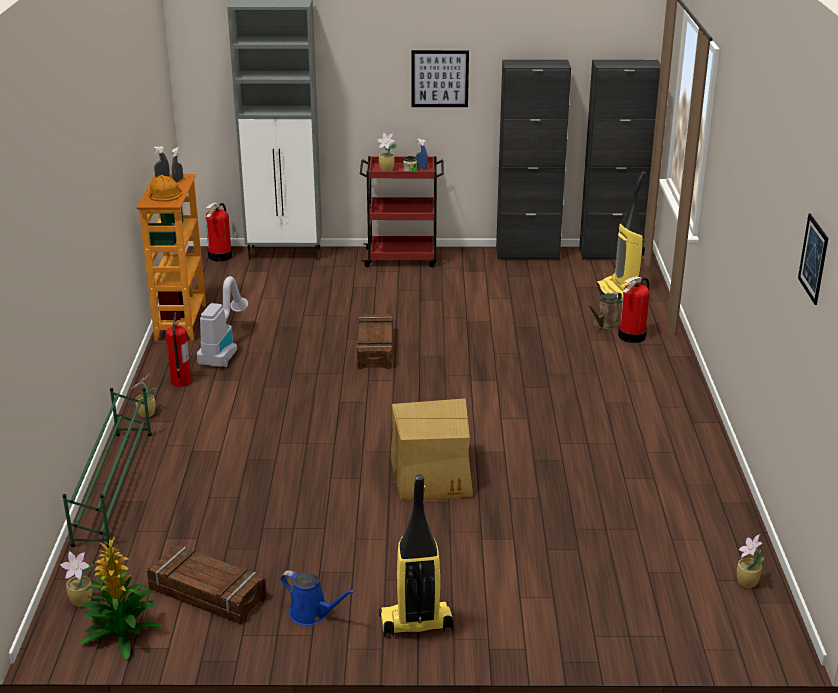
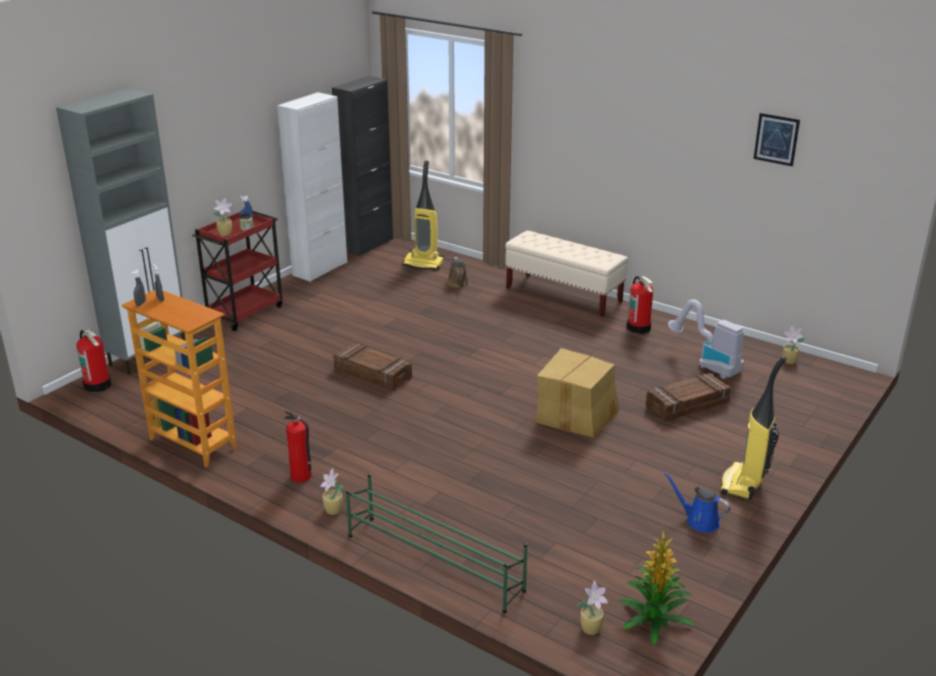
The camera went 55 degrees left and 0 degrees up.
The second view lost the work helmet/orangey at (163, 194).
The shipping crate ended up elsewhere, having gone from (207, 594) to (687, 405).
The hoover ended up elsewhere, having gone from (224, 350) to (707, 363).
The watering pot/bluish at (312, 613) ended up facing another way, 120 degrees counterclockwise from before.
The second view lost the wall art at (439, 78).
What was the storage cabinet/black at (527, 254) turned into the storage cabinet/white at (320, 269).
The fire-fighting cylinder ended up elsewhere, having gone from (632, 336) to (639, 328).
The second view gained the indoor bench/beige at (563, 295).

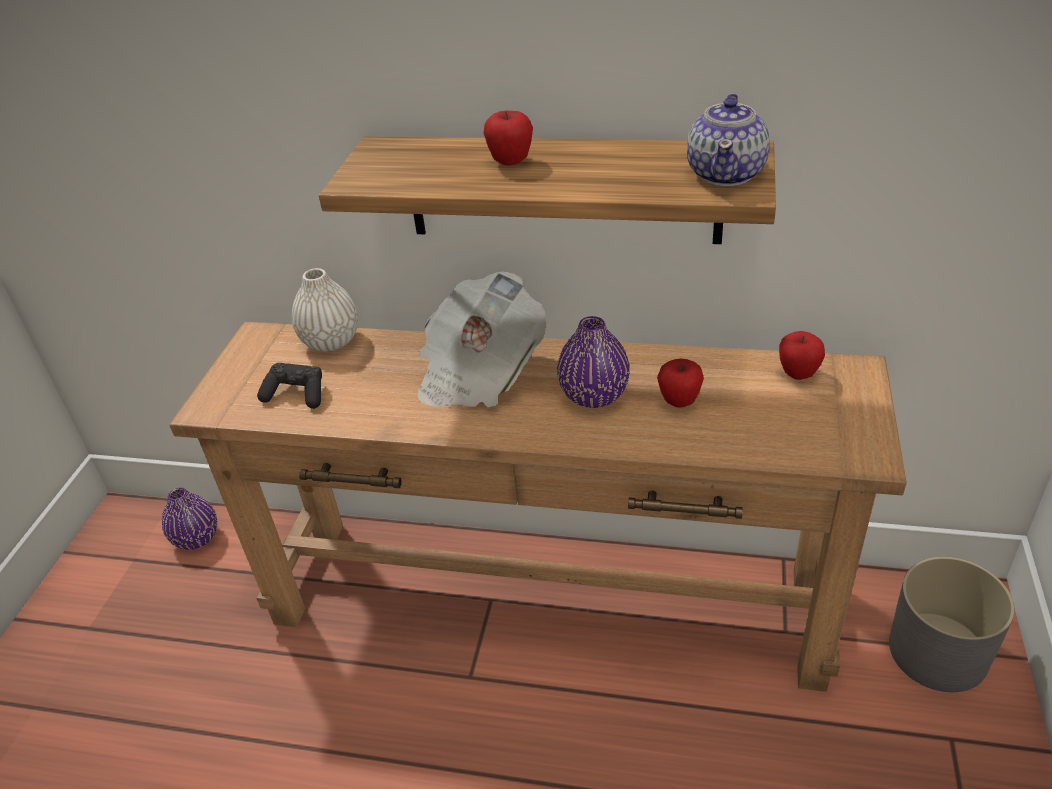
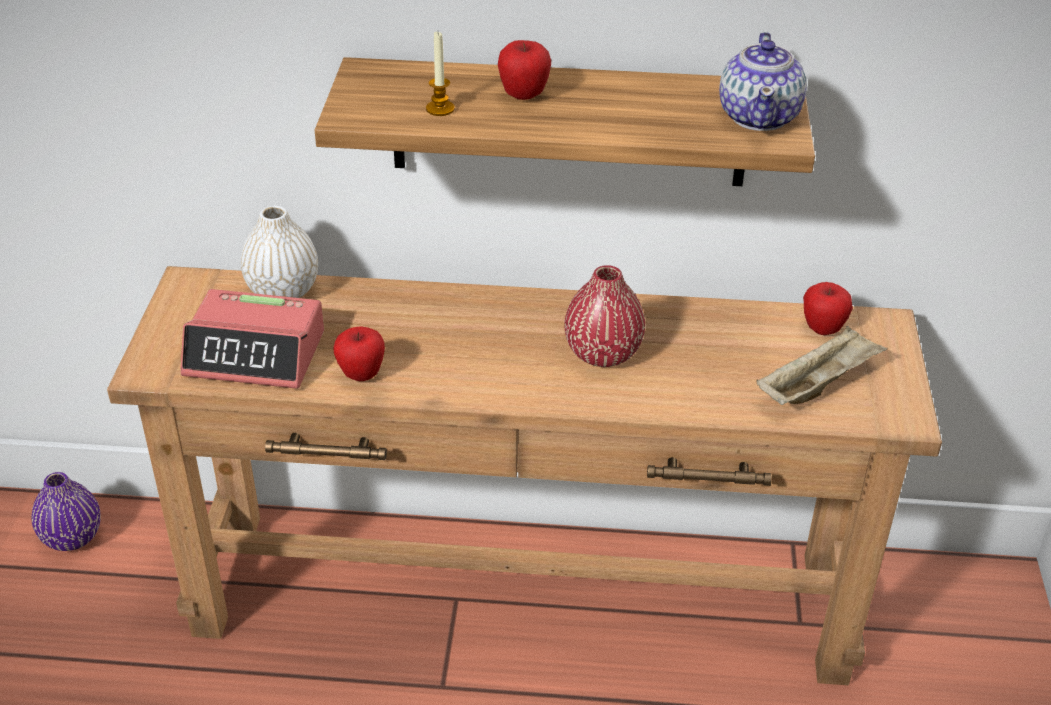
The camera went 10 degrees left and 0 degrees up.
Where the gamepad/black stood at (296, 394), the alarm clock came to stand at (256, 353).
The second view lost the newspaper at (478, 372).
What was the vase/purple at (594, 395) turned into the vase/reddish at (603, 353).
The apple fruit ended up elsewhere, having gone from (679, 401) to (361, 375).
The second view lost the plant pot/gray at (939, 652).
The second view gained the wax candle at (440, 109).
The second view gained the tray/beige at (817, 385).

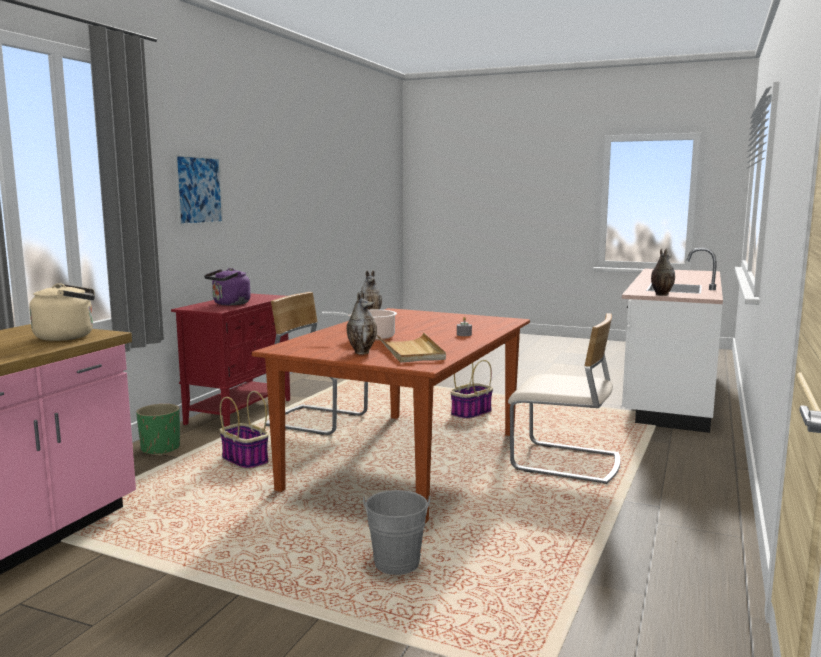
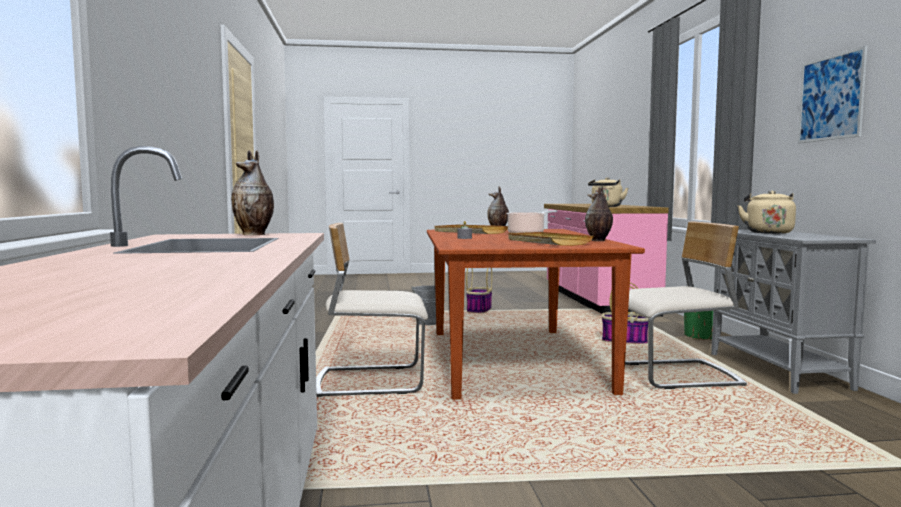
The camera went 150 degrees right and 5 degrees down.
What was the storage cabinet/reddish at (240, 411) turned into the storage cabinet/gray at (778, 371).
What was the kettle/purple at (230, 304) turned into the kettle/beige at (767, 232).
The household basket ended up elsewhere, having gone from (471, 414) to (479, 310).
The second view gained the tray/beige at (547, 242).

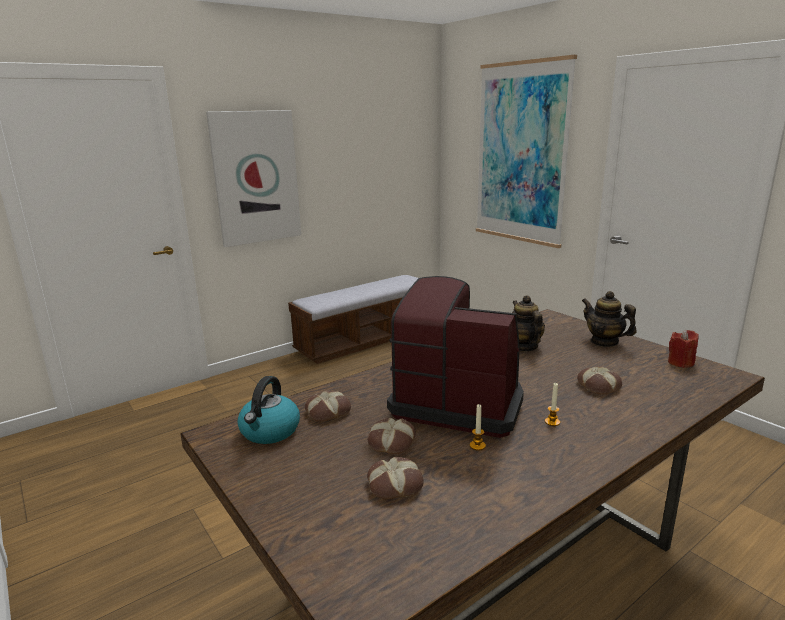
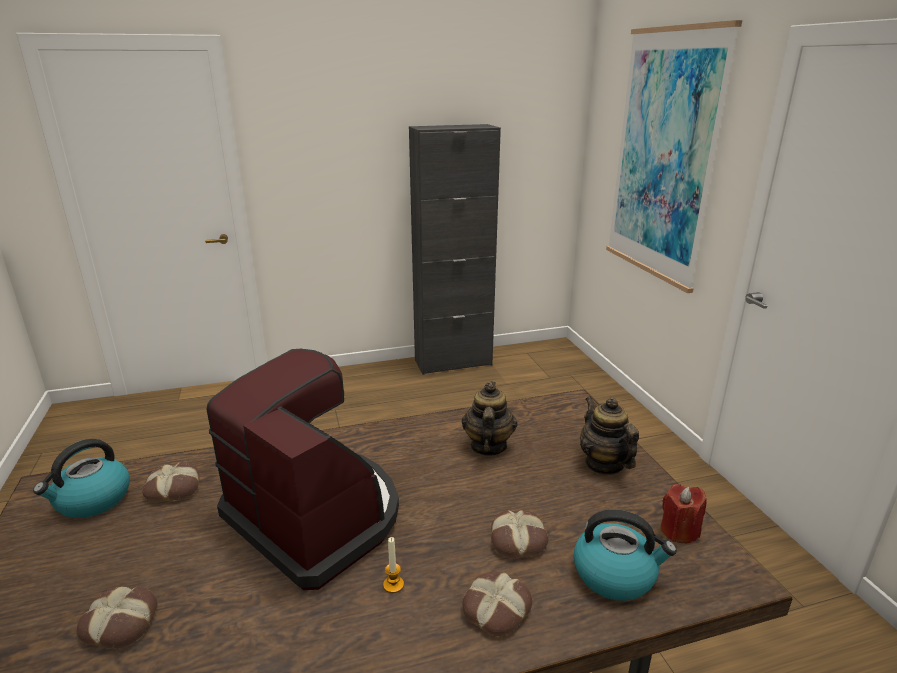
The camera went 20 degrees right and 5 degrees up.
The second view lost the wall art at (256, 178).
Where the indoor bench stood at (365, 340), the storage cabinet/black came to stand at (453, 362).
The baked bread ended up elsewhere, having gone from (391, 442) to (495, 608).
The second view lost the wax candle at (477, 446).
The second view gained the kettle at (615, 574).

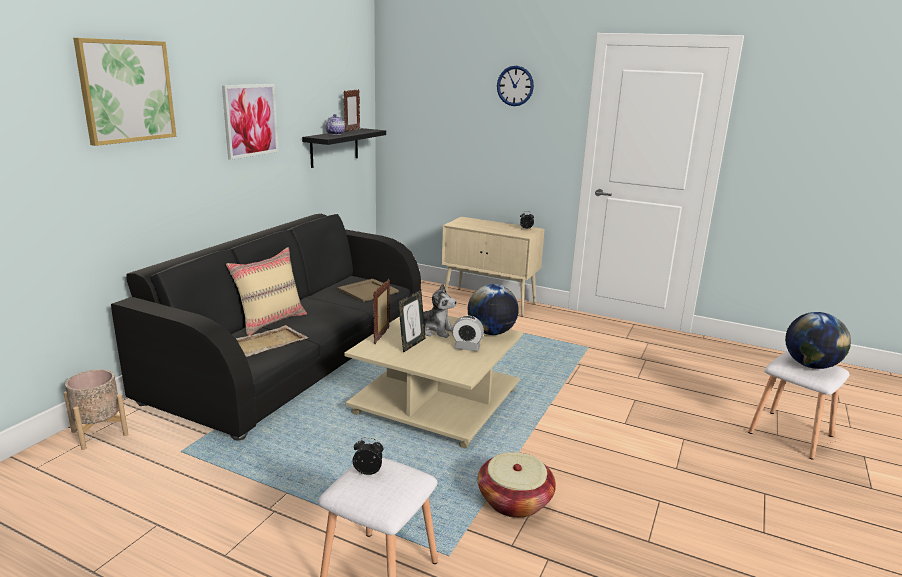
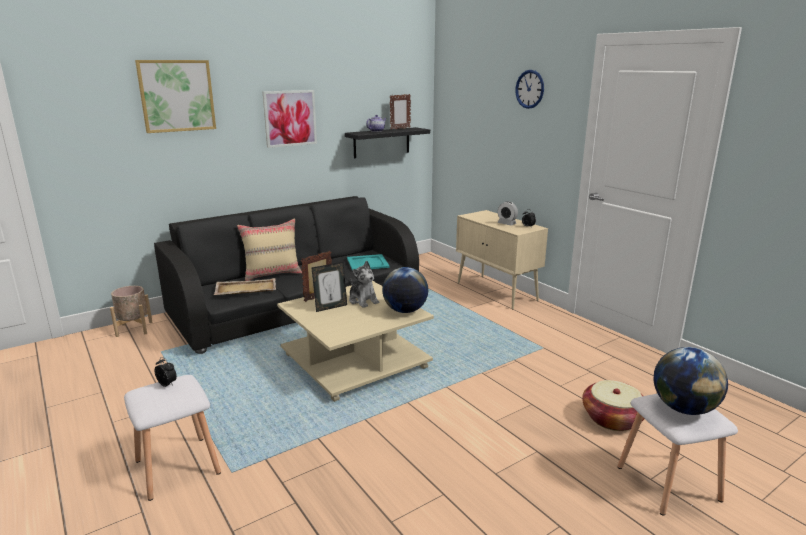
The camera went 30 degrees right and 0 degrees up.
What was the tray/beige at (368, 290) turned into the tray/blue-green at (368, 262).
The alarm clock ended up elsewhere, having gone from (467, 348) to (506, 223).
The household basket ended up elsewhere, having gone from (514, 501) to (612, 419).

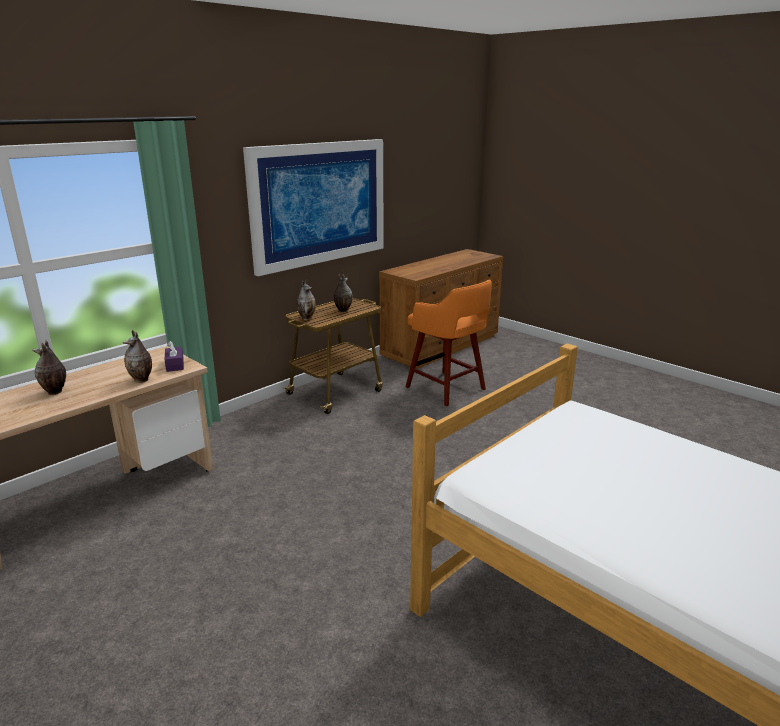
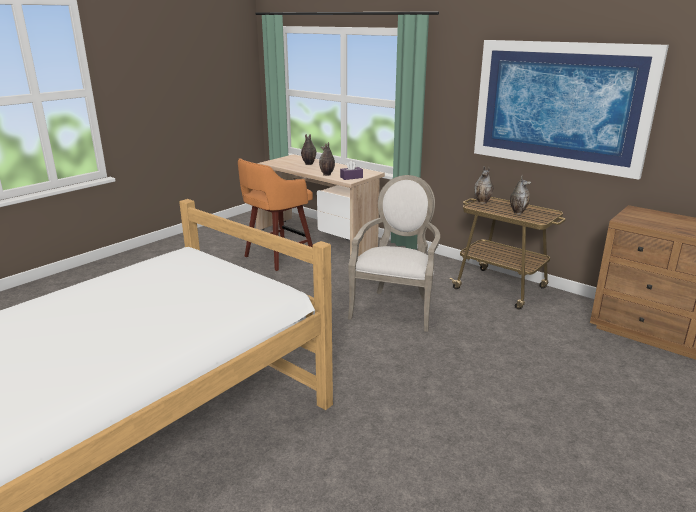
The camera went 85 degrees right and 0 degrees up.
The sitting stool/orangey ended up elsewhere, having gone from (447, 389) to (277, 257).
The second view gained the armchair at (396, 308).

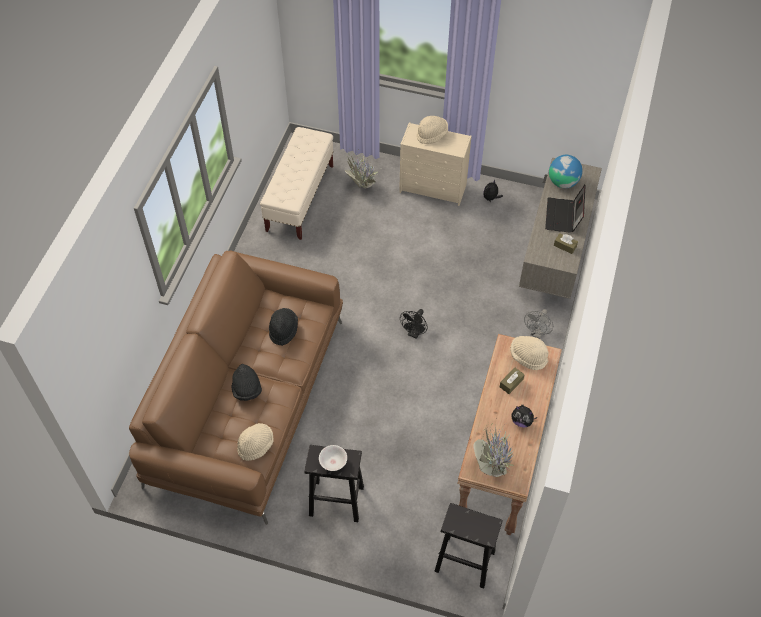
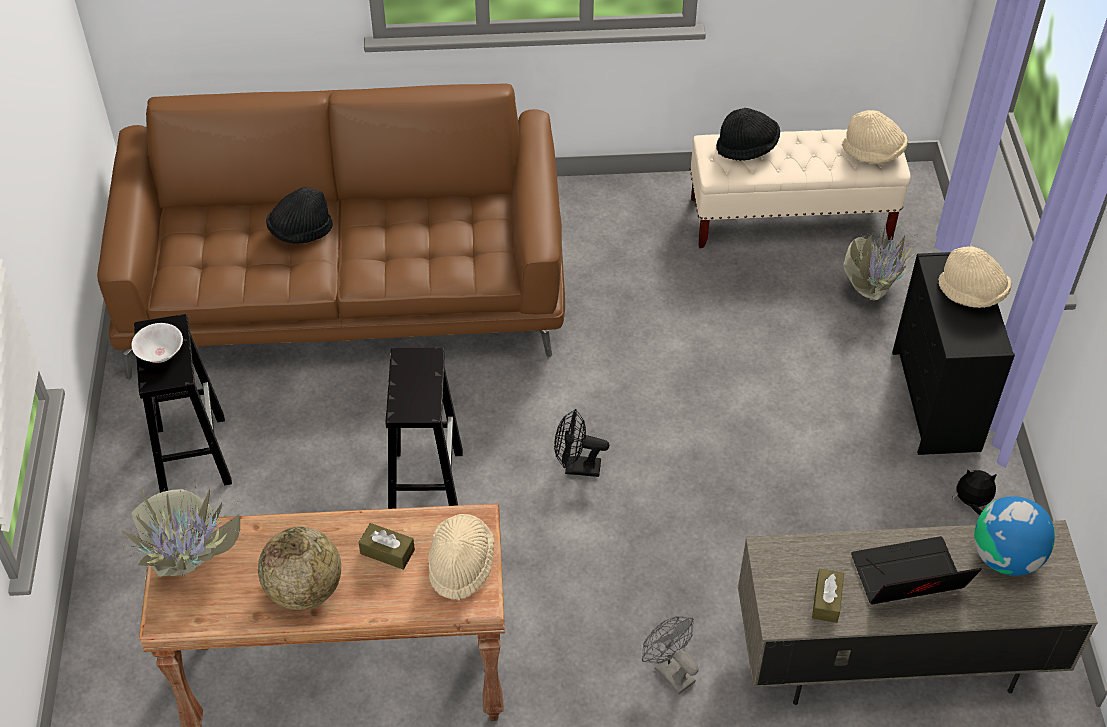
The camera went 70 degrees right and 5 degrees down.
The hat/beige ended up elsewhere, having gone from (256, 445) to (873, 153).
The hat/black ended up elsewhere, having gone from (283, 330) to (747, 147).
What was the dresser/beige at (433, 188) turned into the dresser/black at (936, 402).
The sitting stool/black ended up elsewhere, having gone from (463, 561) to (425, 484).
Where the cuddly toy stood at (521, 421), the globe came to stand at (304, 590).
The cooling fan/gray at (537, 333) ended up facing another way, 45 degrees clockwise from before.

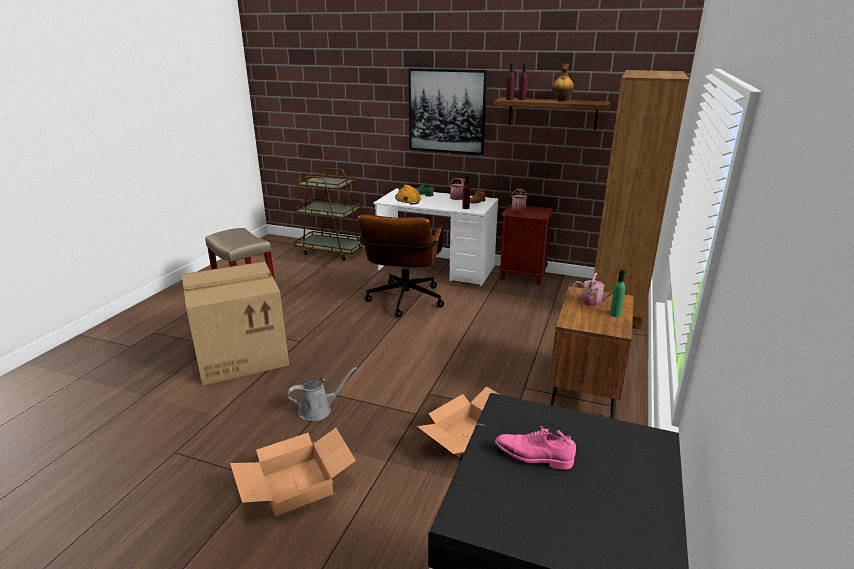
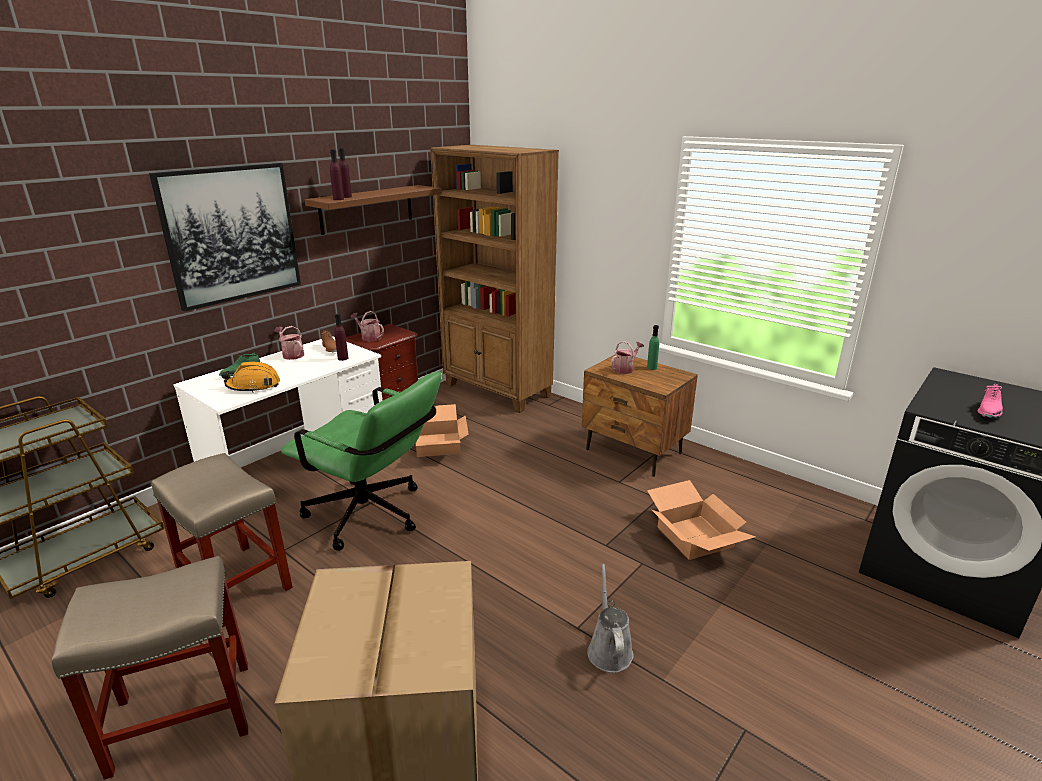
The camera went 70 degrees left and 0 degrees up.
The carton ended up elsewhere, having gone from (297, 484) to (437, 444).
What was the office chair/brown-coloured at (404, 302) turned into the office chair/green-coloured at (373, 517).
The second view lost the bottle at (561, 100).
The second view gained the sitting stool/beige at (236, 584).

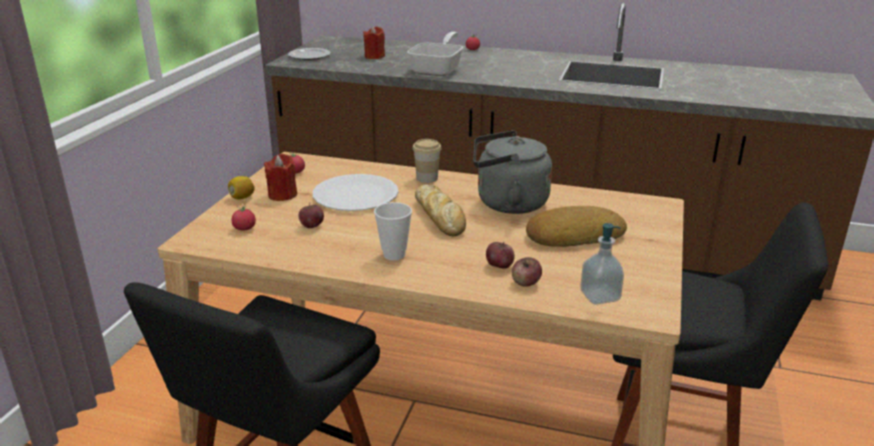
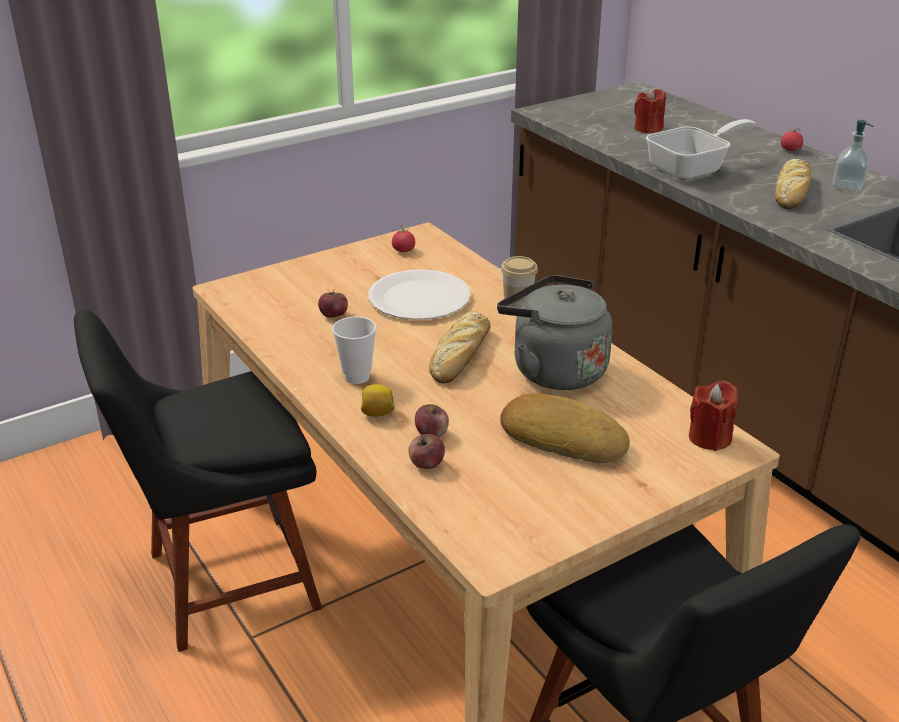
The camera went 40 degrees right and 5 degrees up.
The citrus fruit ended up elsewhere, having gone from (242, 197) to (377, 413).
The second view lost the whole tomato at (244, 228).
The wax candle/reddish ended up elsewhere, having gone from (282, 195) to (709, 438).
The second view lost the dinner plate at (309, 56).
The liquid soap bottle ended up elsewhere, having gone from (599, 296) to (847, 186).
The second view gained the baked bread at (792, 192).

